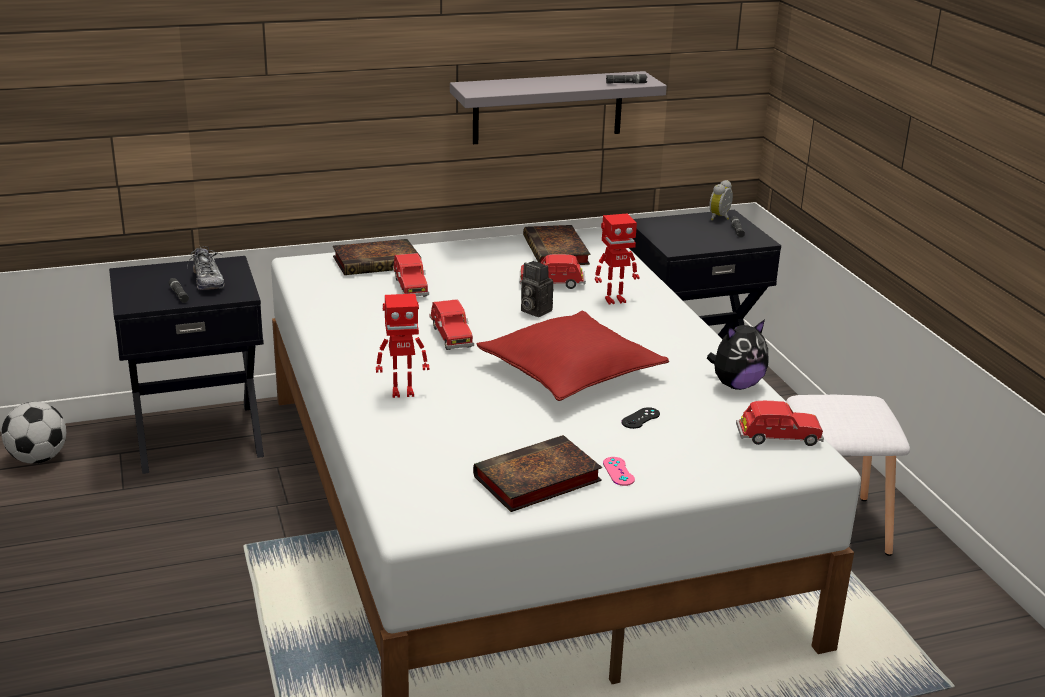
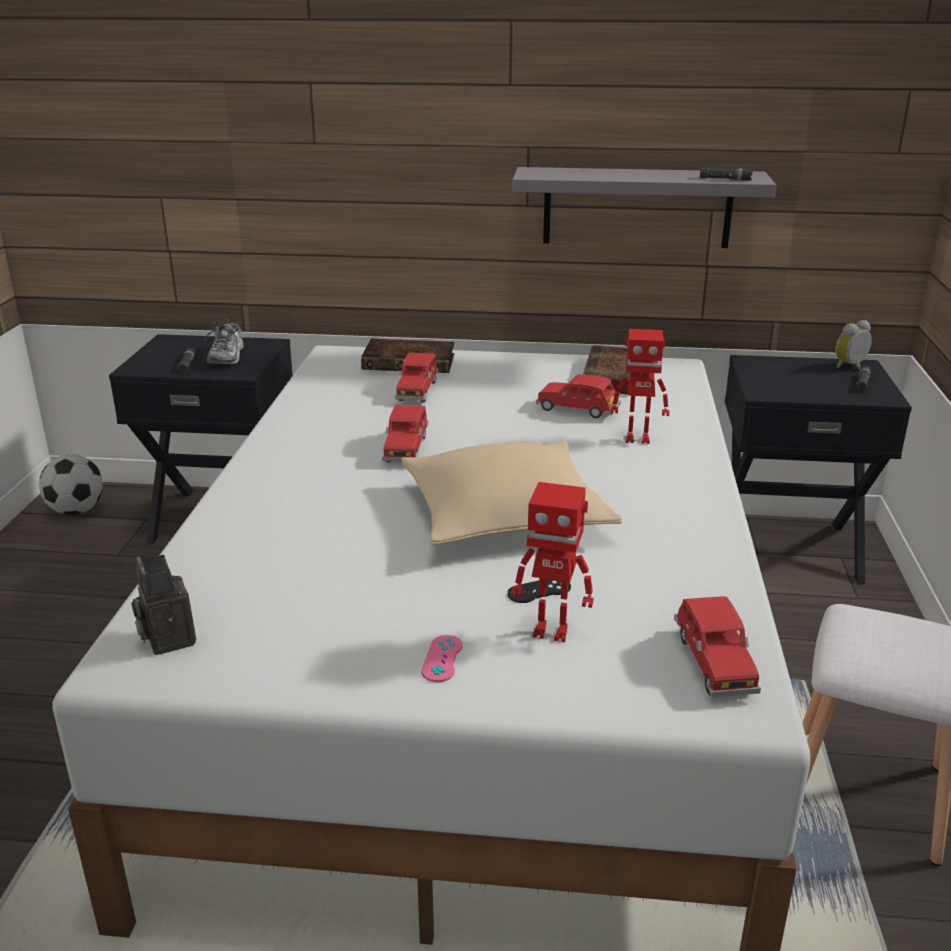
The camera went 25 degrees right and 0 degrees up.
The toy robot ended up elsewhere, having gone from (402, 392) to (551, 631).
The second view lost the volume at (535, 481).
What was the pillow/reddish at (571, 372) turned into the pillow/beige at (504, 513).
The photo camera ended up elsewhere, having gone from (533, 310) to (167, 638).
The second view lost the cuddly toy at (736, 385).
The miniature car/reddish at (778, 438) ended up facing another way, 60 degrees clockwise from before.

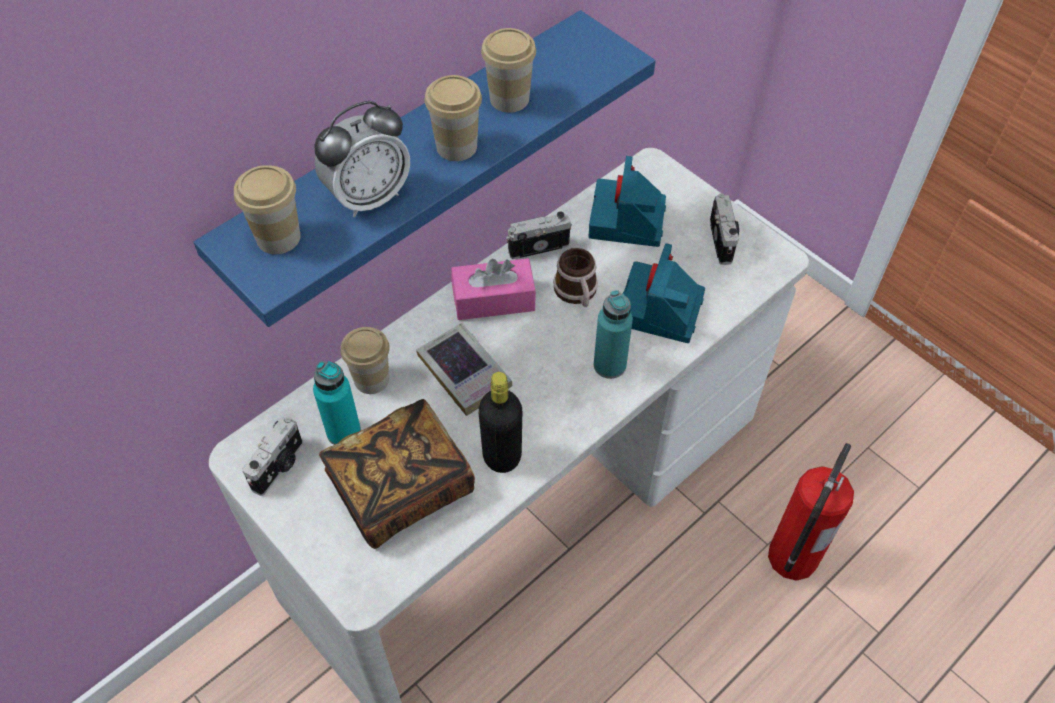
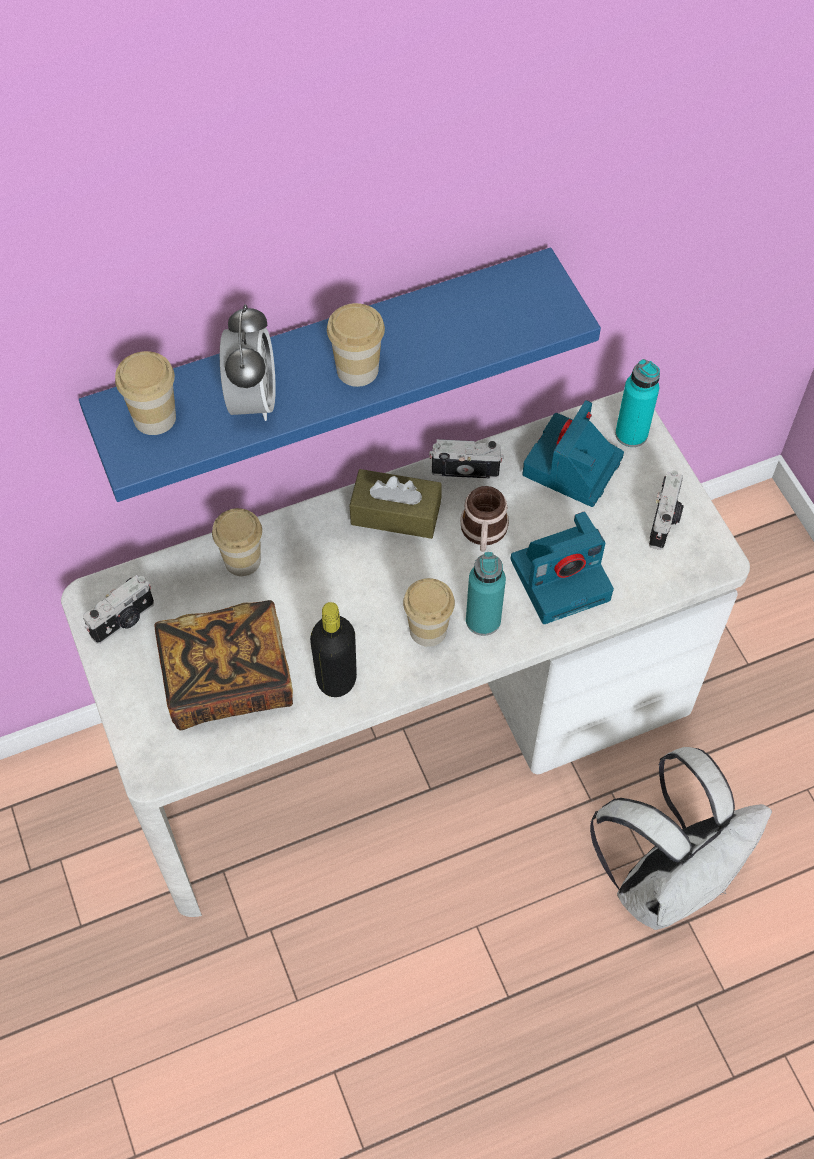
The camera went 20 degrees right and 5 degrees up.
The bottle/blue-green ended up elsewhere, having gone from (343, 432) to (631, 434).
The alarm clock at (368, 197) ended up facing another way, 75 degrees counterclockwise from before.
The second view lost the volume at (464, 373).
What was the tissue box/pinkish at (493, 299) turned into the tissue box/brown-coloured at (395, 513).
The cup ended up elsewhere, having gone from (509, 99) to (428, 630).
The photo camera at (660, 310) ended up facing another way, 150 degrees counterclockwise from before.
Where the fire-fighting cylinder stood at (792, 558), the knapsack/white came to stand at (665, 880).

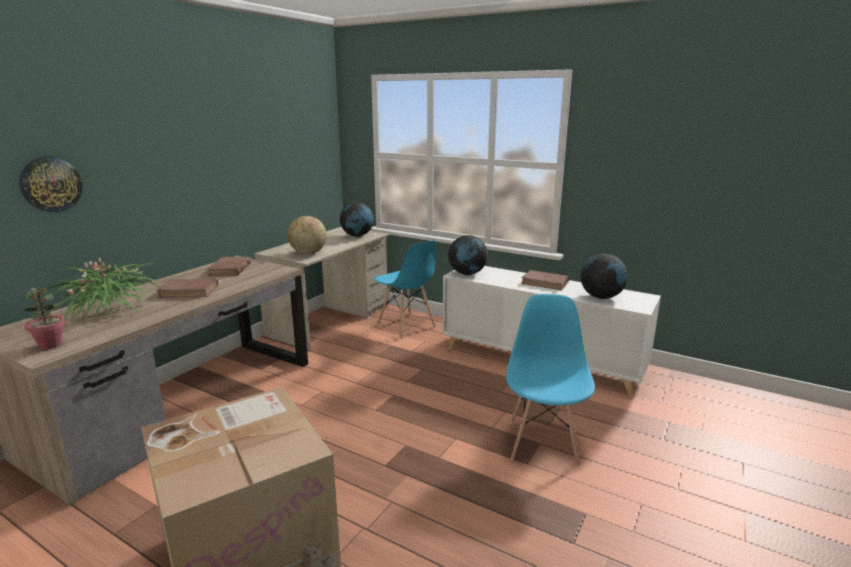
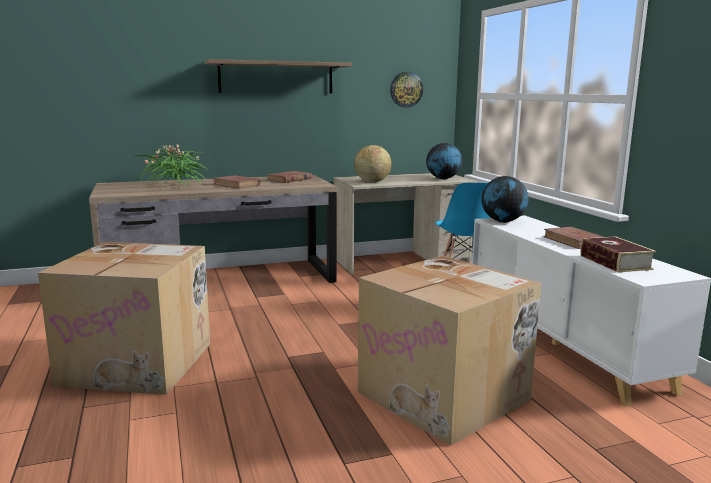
The camera went 40 degrees right and 5 degrees down.
The hanging clock ended up elsewhere, having gone from (51, 184) to (406, 89).
The second view lost the potted plant at (51, 345).
Where the plain chair/bluish stood at (543, 442), the carton came to stand at (446, 396).
Where the globe stood at (601, 297), the volume came to stand at (615, 262).
The second view gained the shelf at (276, 77).

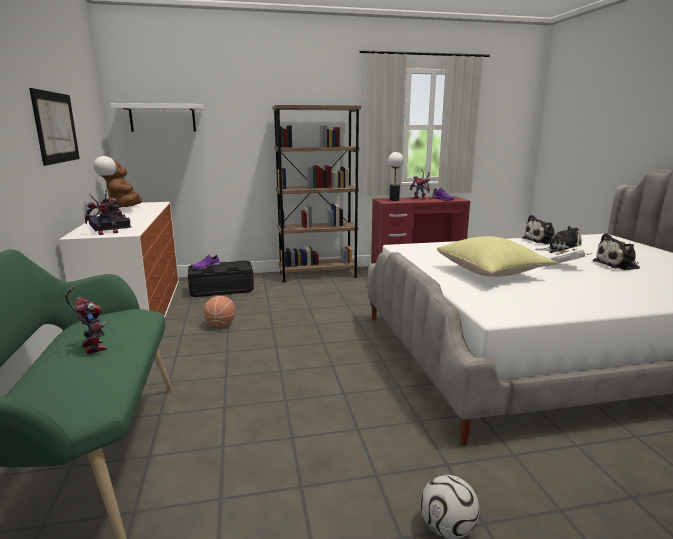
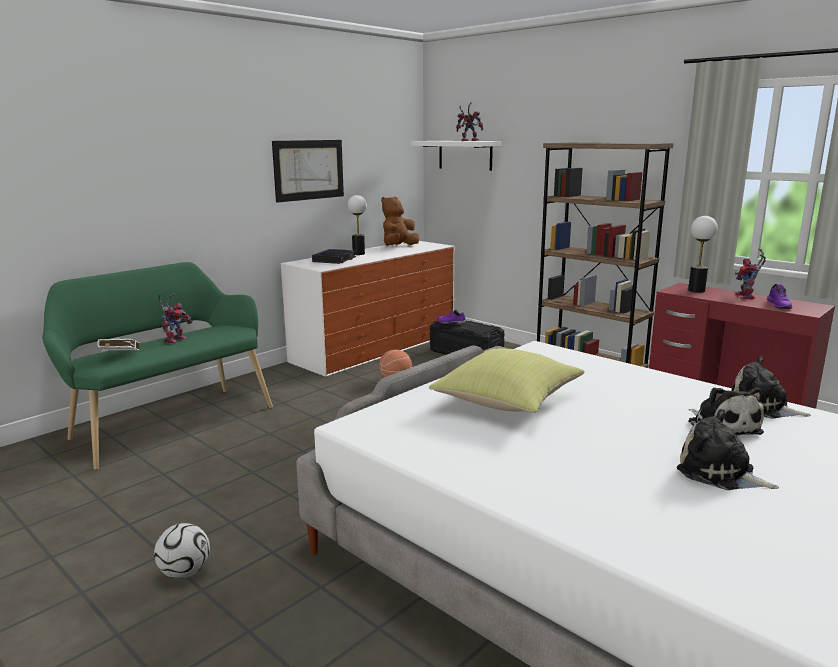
The camera went 55 degrees right and 0 degrees up.
The toy robot ended up elsewhere, having gone from (106, 233) to (467, 141).
The volume/white ended up elsewhere, having gone from (564, 266) to (119, 357).

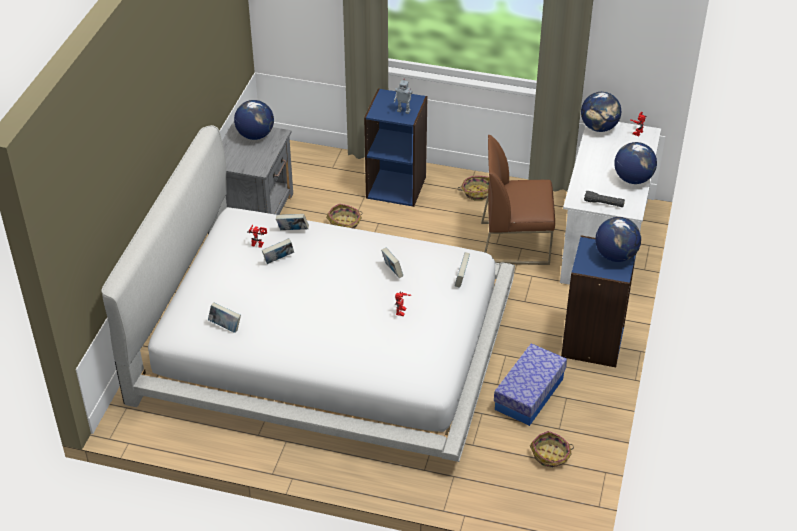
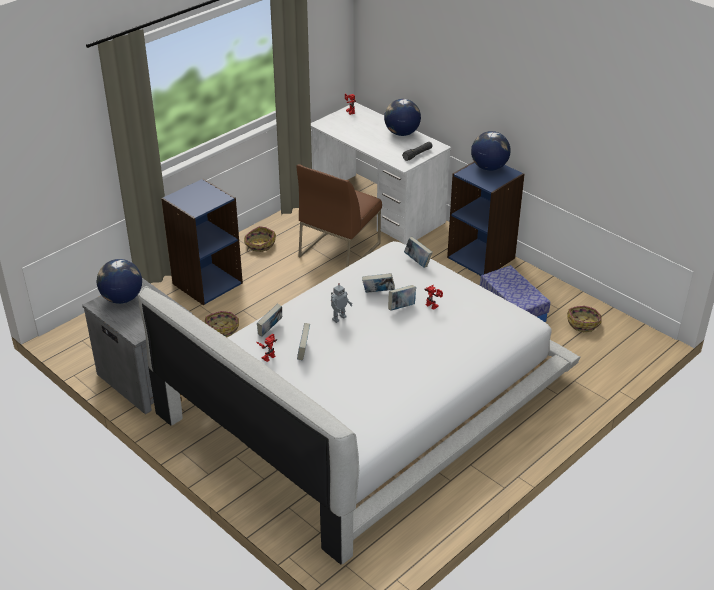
The camera went 60 degrees left and 5 degrees down.
The volume ended up elsewhere, having gone from (225, 326) to (401, 307).
The toy robot ended up elsewhere, having gone from (404, 110) to (338, 318).
The second view lost the globe at (599, 128).

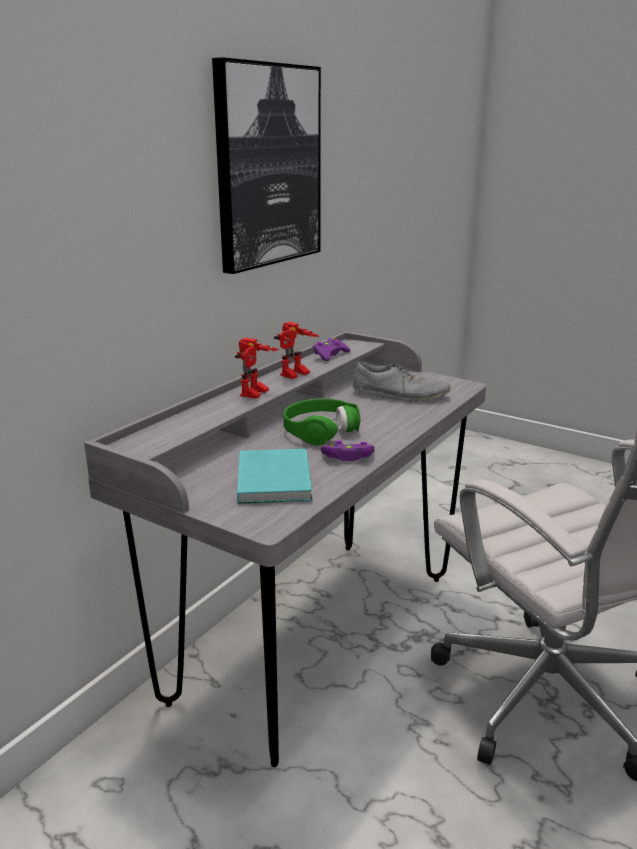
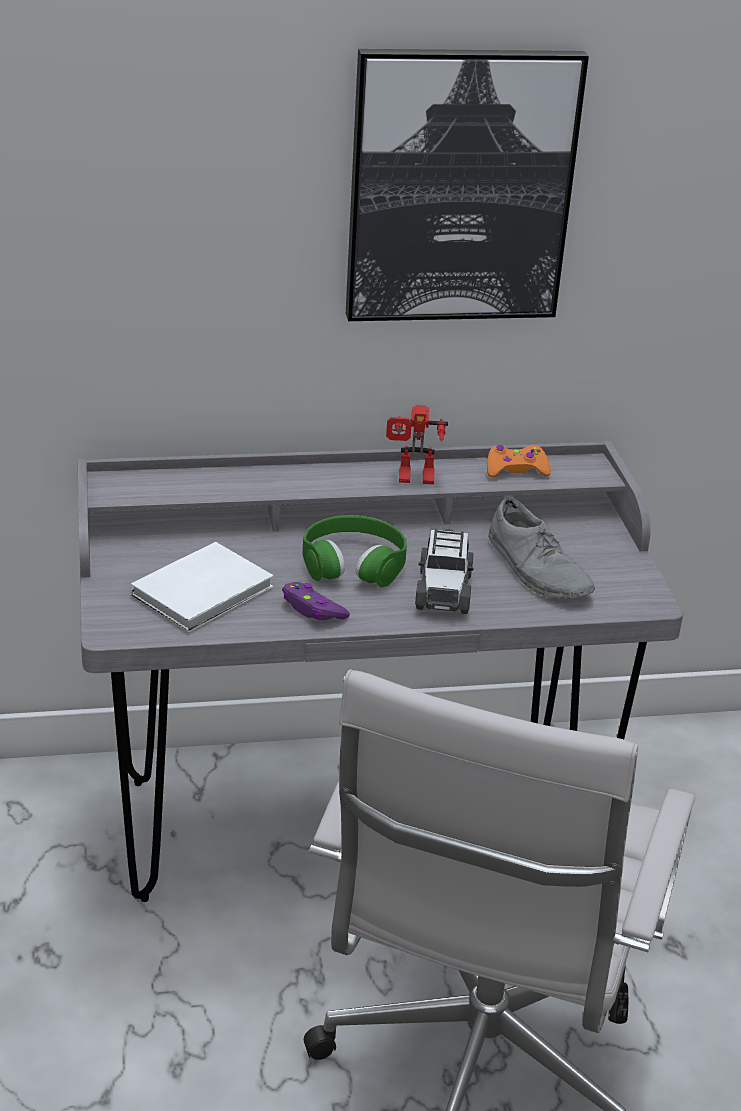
The camera went 45 degrees right and 10 degrees up.
The second view lost the toy robot at (257, 394).
What was the volume/blue-green at (275, 478) turned into the volume/white at (206, 591).
What was the gamepad/purple at (330, 355) turned into the gamepad/orangey at (516, 469).
The second view gained the miniature car at (443, 590).

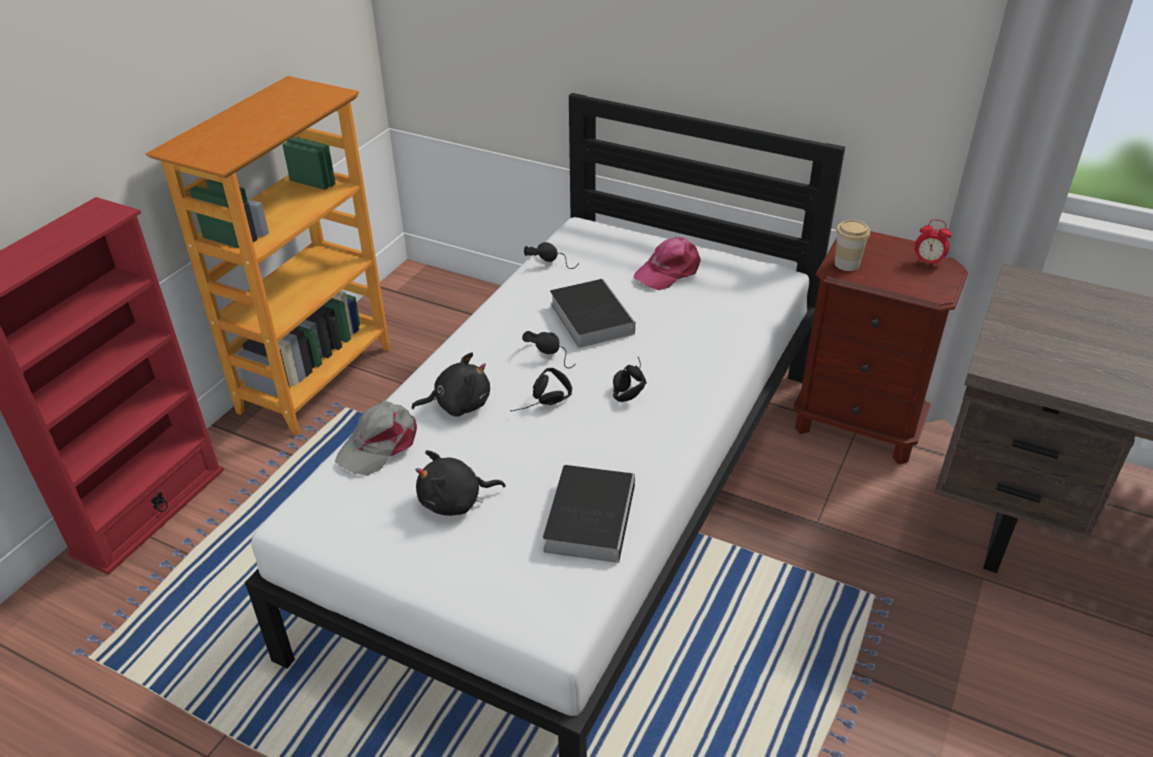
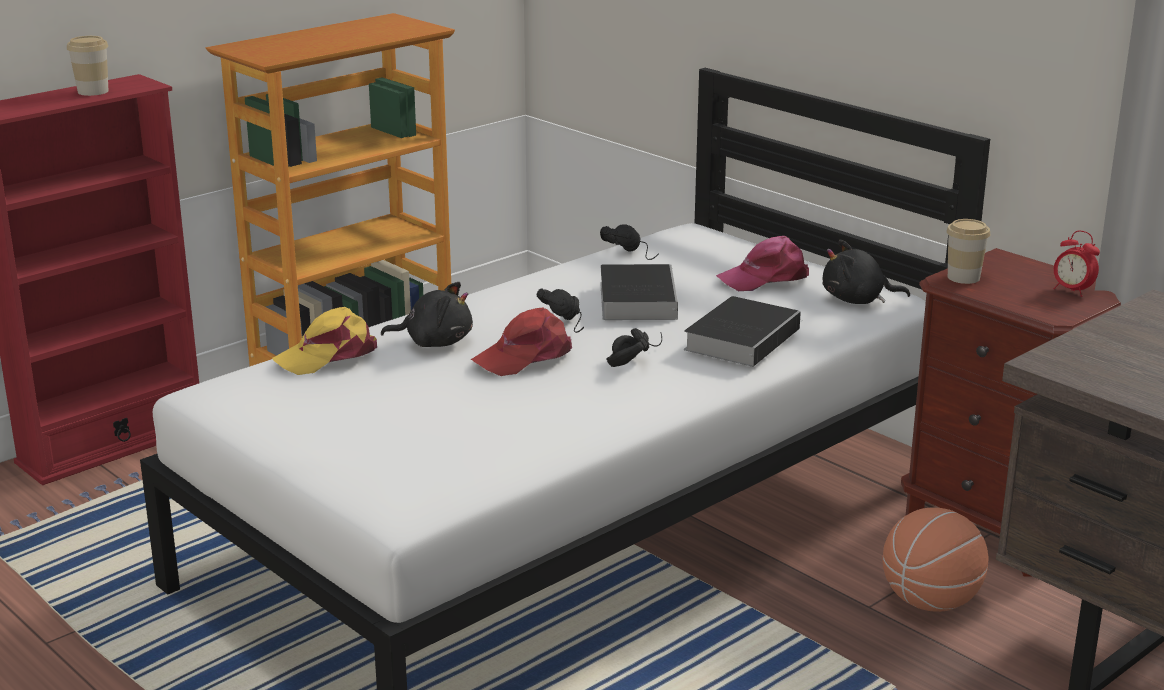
The camera went 20 degrees right and 15 degrees down.
What was the baseball cap/gray at (380, 444) turned into the baseball cap/yellow at (328, 356).
The cuddly toy/black ended up elsewhere, having gone from (455, 501) to (857, 300).
Where the pair of headphones/black stood at (543, 405), the baseball cap/reddish came to stand at (525, 356).
The volume ended up elsewhere, having gone from (590, 515) to (742, 337).
The second view gained the cup at (93, 91).
The second view gained the basketball ball at (931, 601).

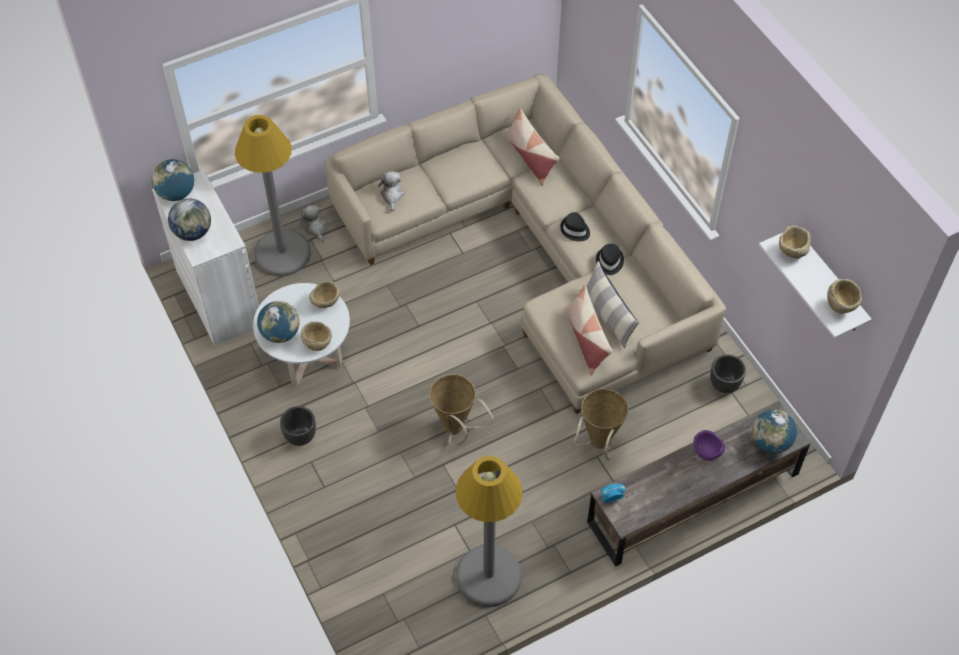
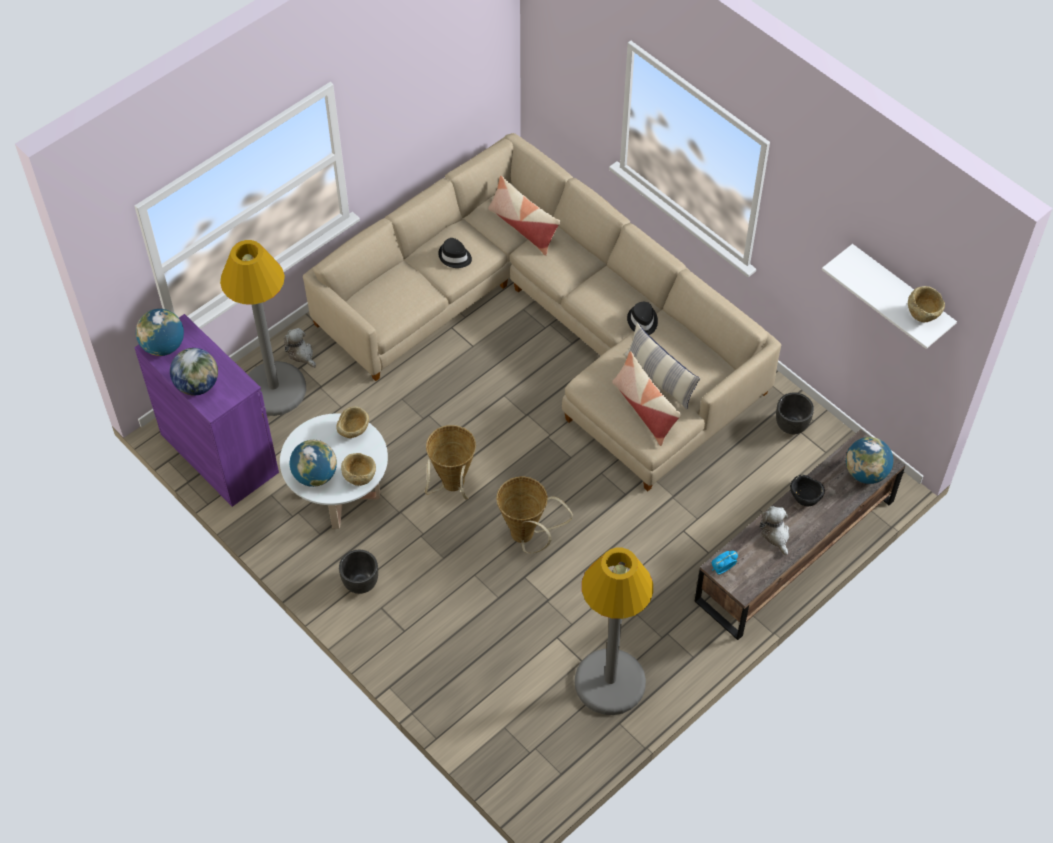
The camera went 15 degrees left and 0 degrees up.
What was the storage cabinet/white at (219, 297) turned into the storage cabinet/purple at (219, 453).
The cuddly toy ended up elsewhere, having gone from (392, 195) to (775, 534).
The hat/black ended up elsewhere, having gone from (575, 230) to (455, 257).
The household basket ended up elsewhere, having gone from (598, 445) to (452, 487).
What was the bowl/purple at (706, 453) turned into the bowl/black at (804, 499).
The second view lost the bowl/beige at (792, 251).

